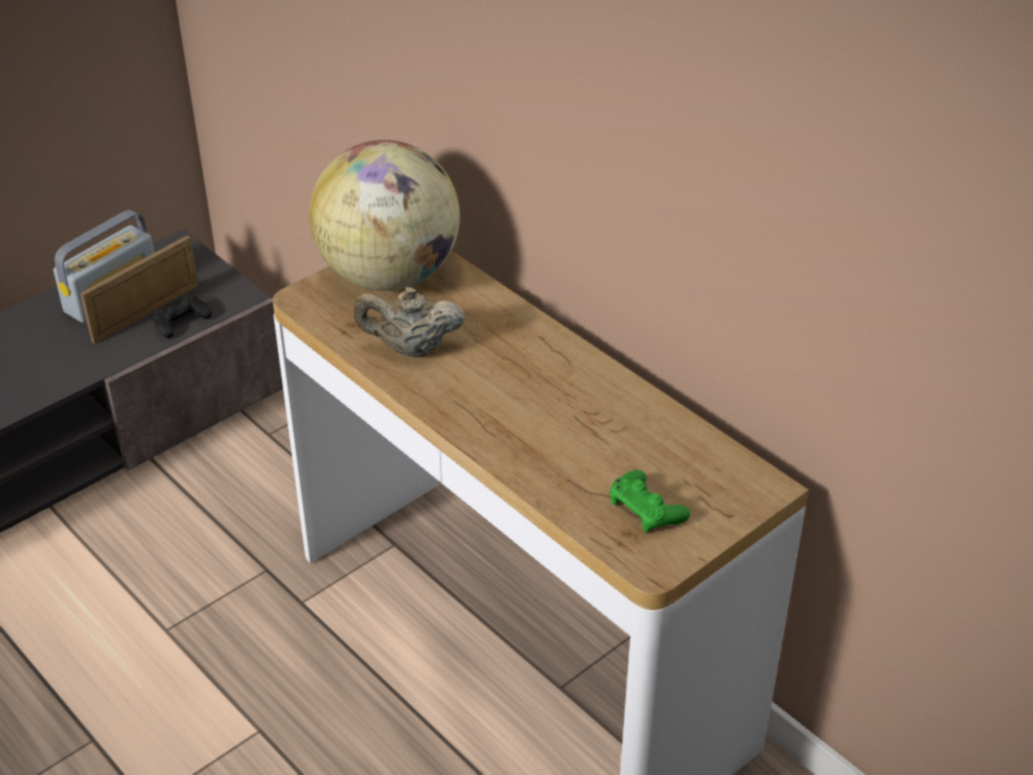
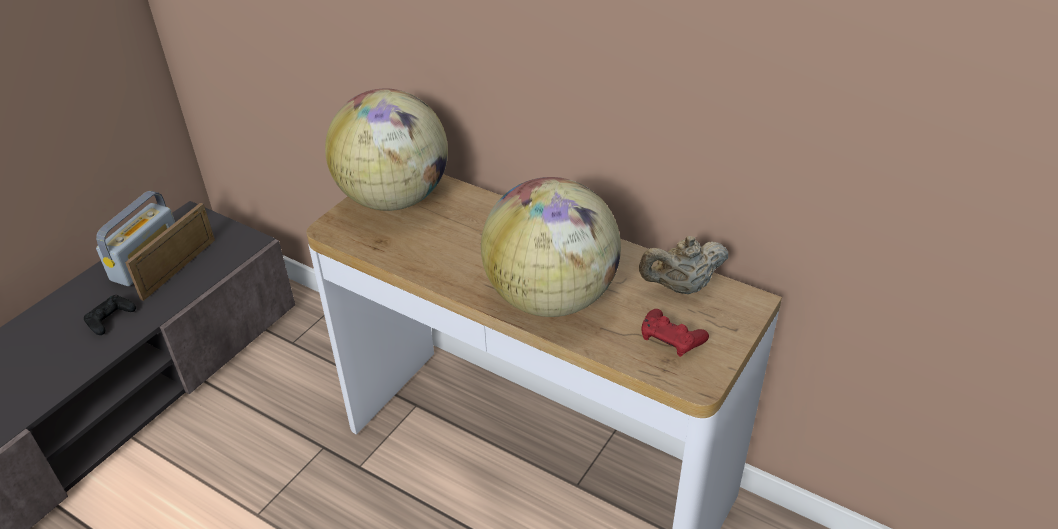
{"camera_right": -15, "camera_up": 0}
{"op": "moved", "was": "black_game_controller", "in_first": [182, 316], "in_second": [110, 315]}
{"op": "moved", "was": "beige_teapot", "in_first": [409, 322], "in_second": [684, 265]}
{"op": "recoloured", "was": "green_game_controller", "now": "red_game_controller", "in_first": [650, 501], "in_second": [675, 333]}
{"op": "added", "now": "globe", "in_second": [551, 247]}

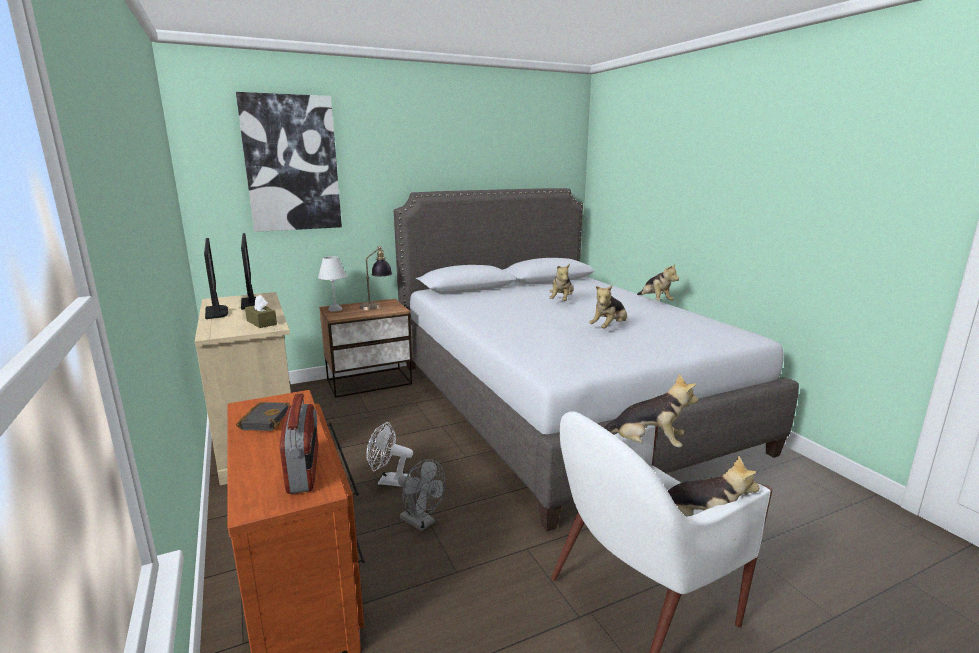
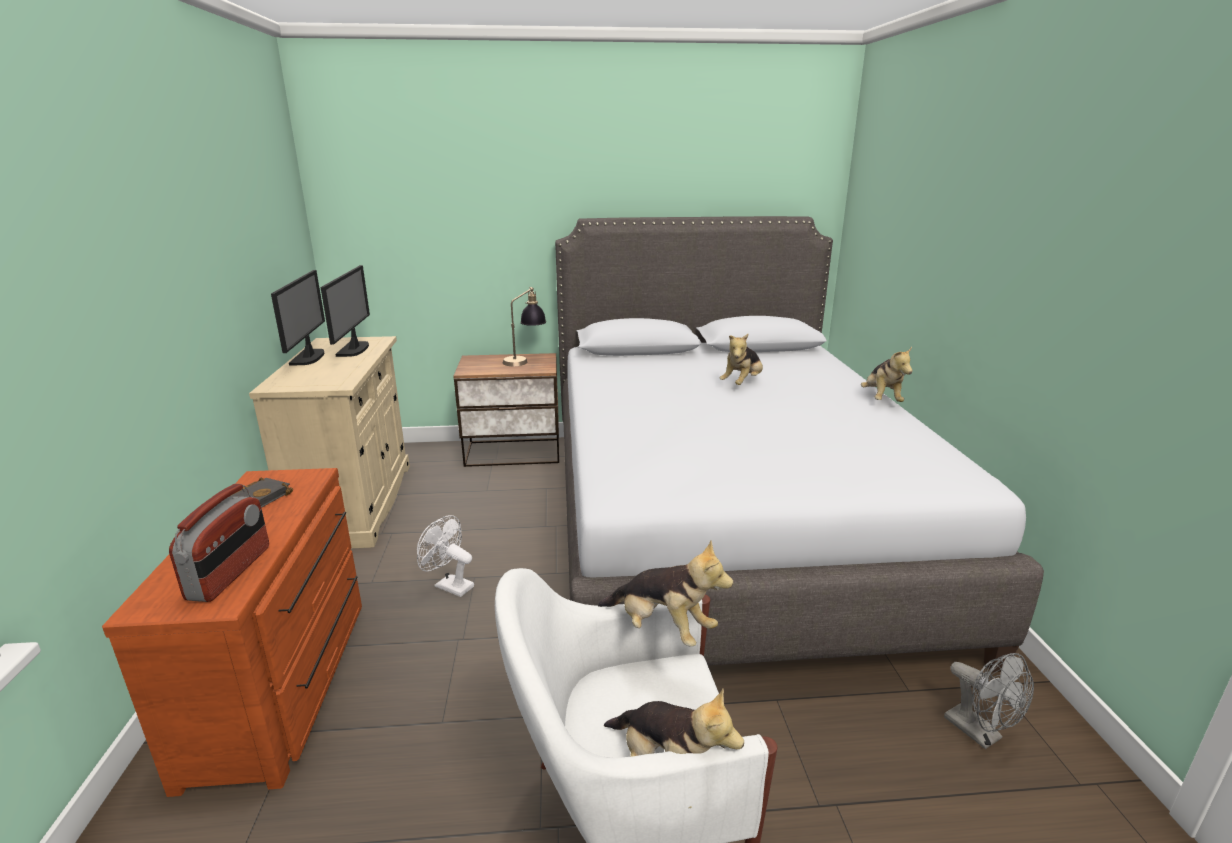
{"camera_right": 20, "camera_up": 5}
{"op": "removed", "was": "picture", "in_first": [289, 162]}
{"op": "removed", "was": "brown_tissue_box", "in_first": [261, 311]}
{"op": "removed", "was": "white_table_lamp", "in_first": [332, 284]}
{"op": "moved", "was": "grey_fan", "in_first": [421, 495], "in_second": [989, 701]}
{"op": "removed", "was": "plush_toy", "in_first": [608, 306]}

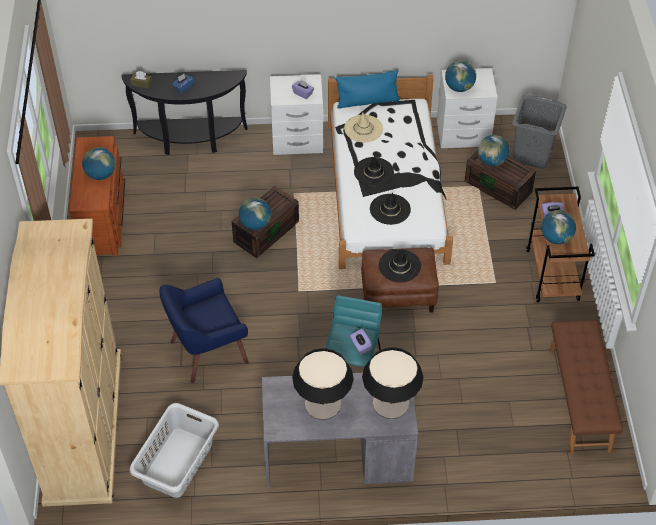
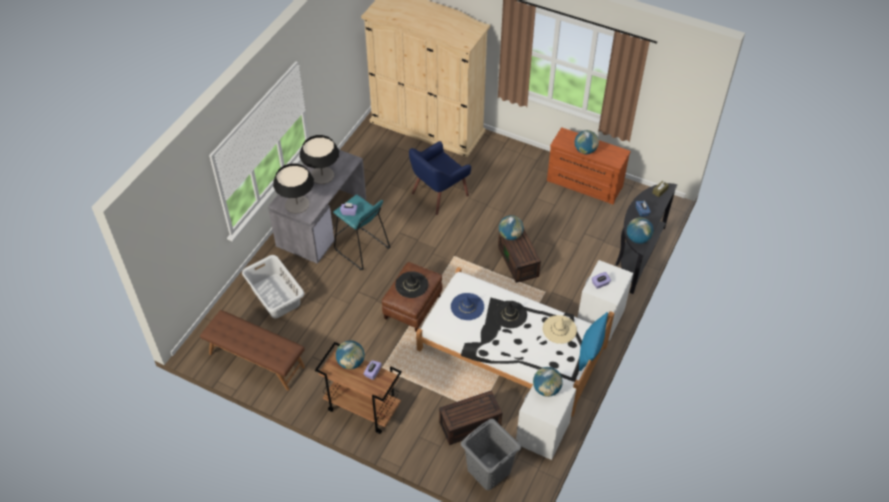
{"camera_right": 120, "camera_up": 0}
{"op": "moved", "was": "grey_laundry_basket", "in_first": [174, 450], "in_second": [273, 286]}
{"op": "turned", "was": "blue_armchair", "in_first": [204, 330], "in_second": [440, 178], "clockwise": -135}
{"op": "recoloured", "was": "black_hat", "now": "blue_hat", "in_first": [390, 209], "in_second": [467, 306]}
{"op": "moved", "was": "globe", "in_first": [493, 150], "in_second": [640, 230]}

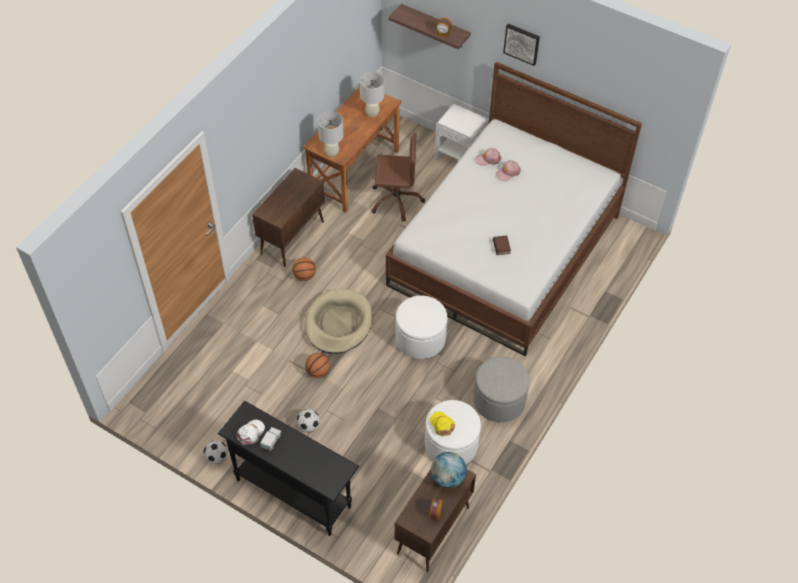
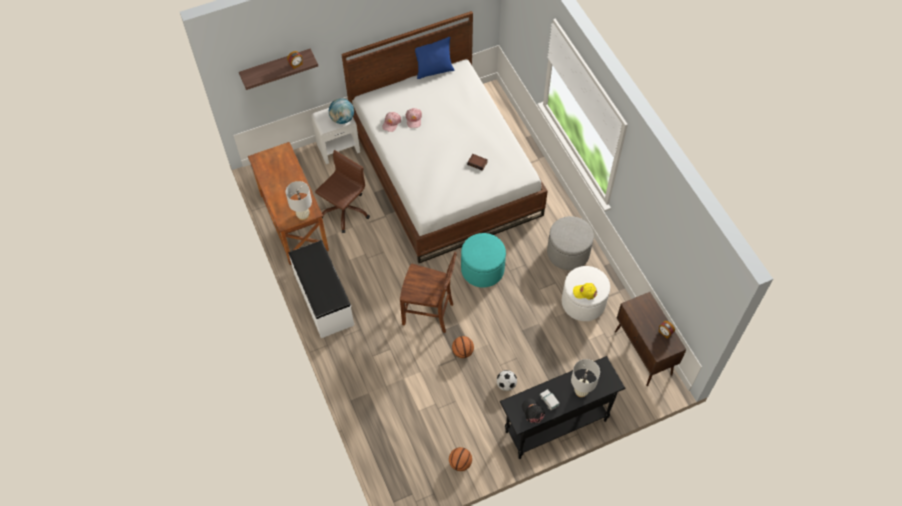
{"camera_right": -55, "camera_up": 5}
{"op": "removed", "was": "football", "in_first": [216, 452]}
{"op": "recoloured", "was": "white_cap", "now": "black_cap", "in_first": [250, 432], "in_second": [533, 411]}
{"op": "replaced", "was": "brown_cabinet", "now": "white_bench", "in_first": [288, 217], "in_second": [321, 289]}
{"op": "moved", "was": "basketball", "in_first": [304, 269], "in_second": [460, 459]}
{"op": "replaced", "was": "beige_dog_bed", "now": "brown_chair", "in_first": [338, 321], "in_second": [428, 292]}
{"op": "moved", "was": "white_table_lamp", "in_first": [372, 95], "in_second": [585, 378]}
{"op": "recoloured", "was": "white_ottoman", "now": "turquoise_ottoman", "in_first": [421, 327], "in_second": [483, 260]}
{"op": "moved", "was": "globe", "in_first": [449, 470], "in_second": [341, 111]}
{"op": "removed", "was": "picture", "in_first": [521, 45]}
{"op": "added", "now": "blue_pillow", "in_second": [434, 58]}

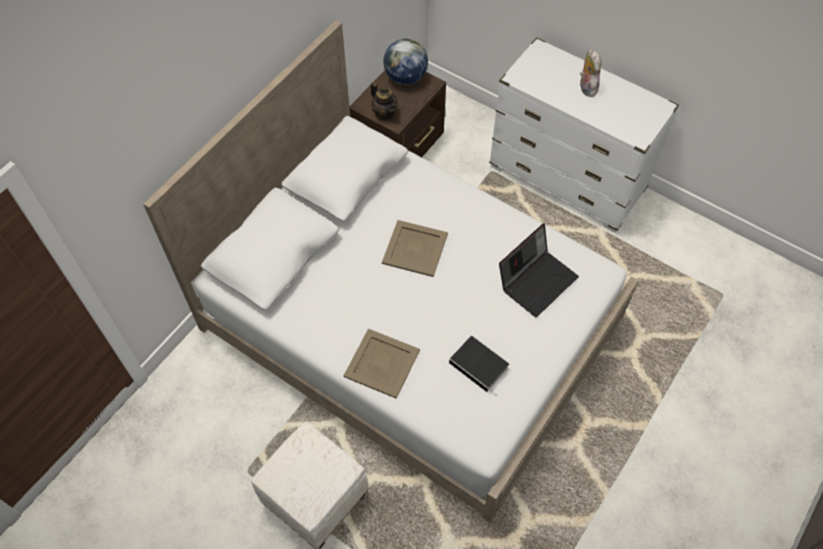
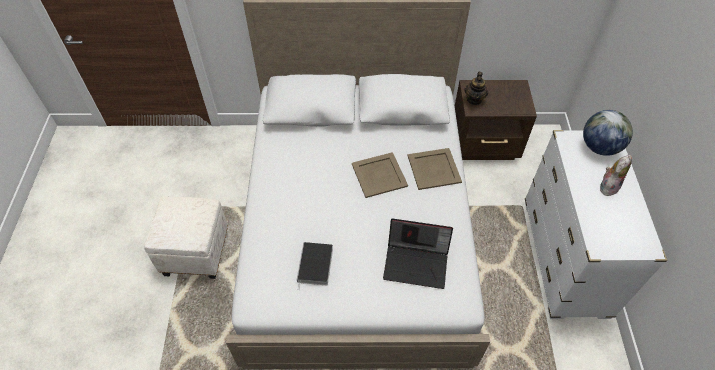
{"camera_right": 55, "camera_up": -5}
{"op": "moved", "was": "beige_tray", "in_first": [382, 364], "in_second": [434, 169]}
{"op": "moved", "was": "globe", "in_first": [405, 62], "in_second": [608, 133]}

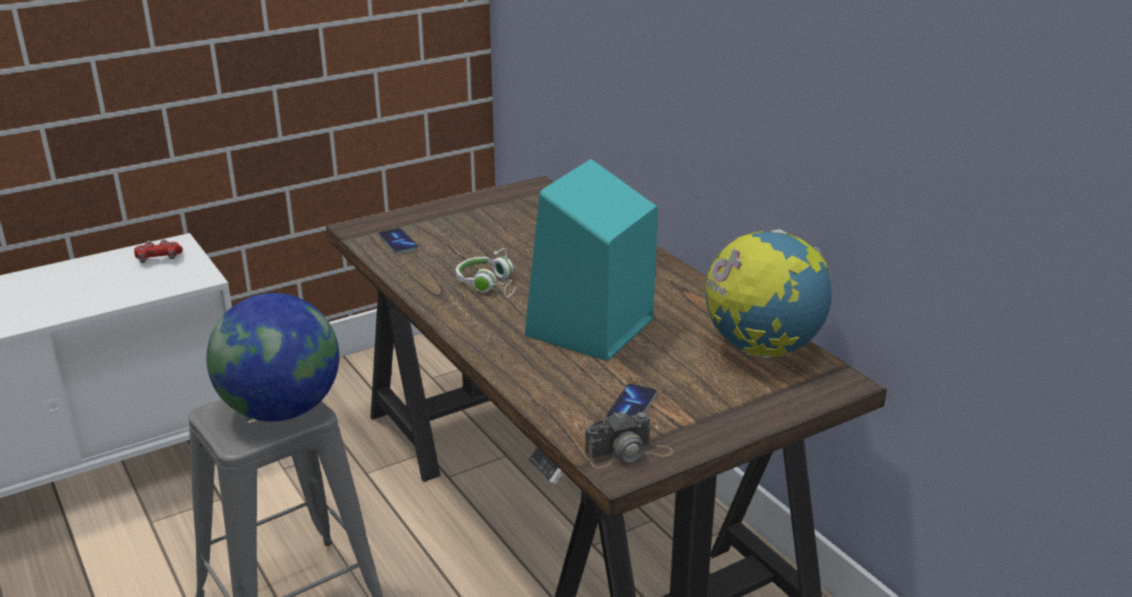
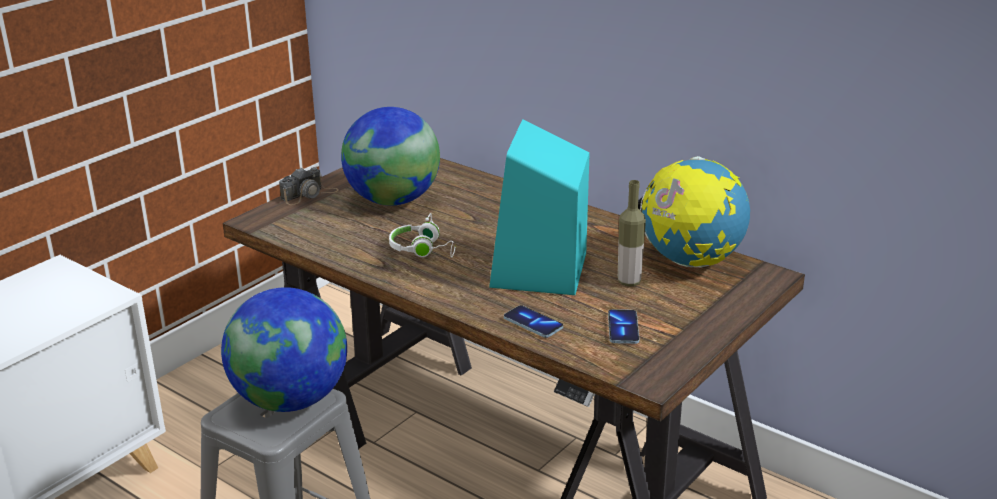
{"camera_right": -20, "camera_up": 0}
{"op": "removed", "was": "red_game_controller", "in_first": [158, 251]}
{"op": "moved", "was": "phone", "in_first": [398, 241], "in_second": [533, 321]}
{"op": "moved", "was": "photo_camera", "in_first": [629, 439], "in_second": [309, 186]}
{"op": "added", "now": "globe", "in_second": [390, 156]}
{"op": "added", "now": "bottle", "in_second": [632, 233]}

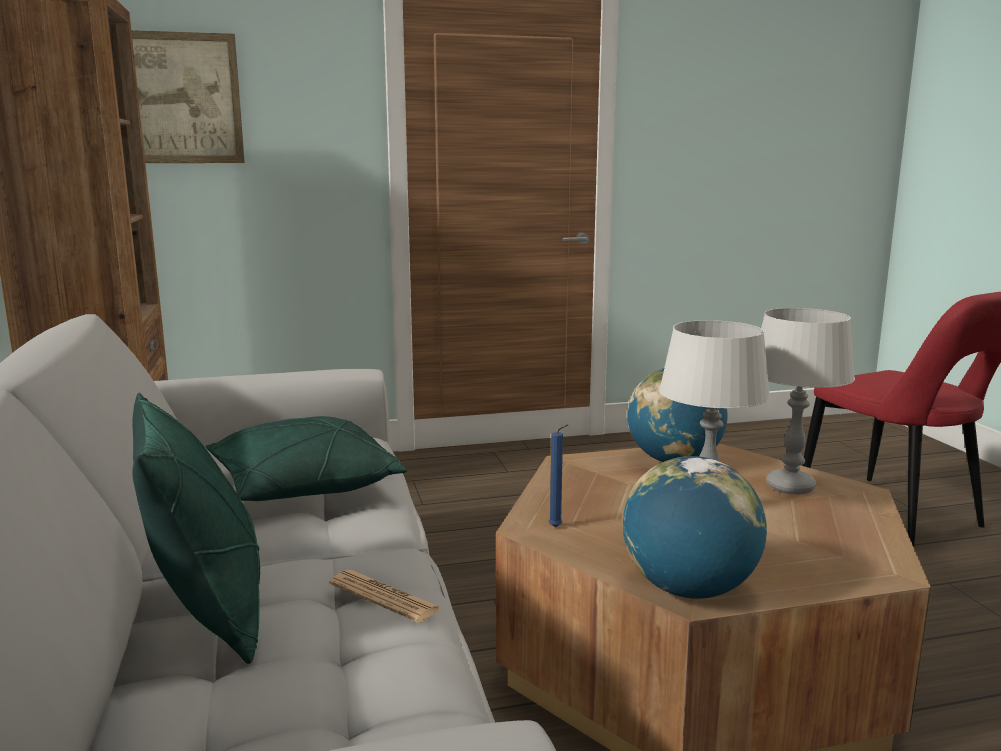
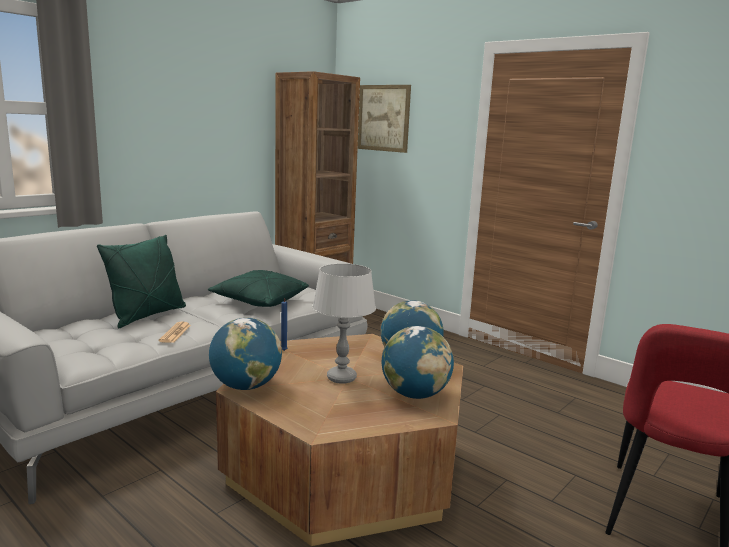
{"camera_right": 55, "camera_up": 0}
{"op": "replaced", "was": "grey_table_lamp", "now": "globe", "in_first": [808, 401], "in_second": [418, 362]}

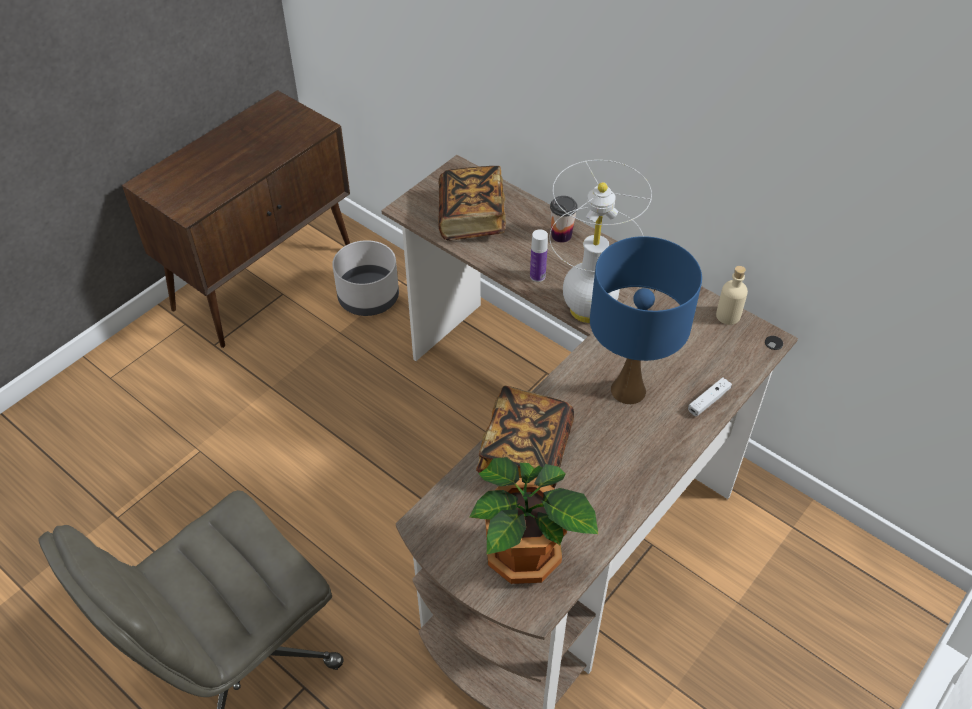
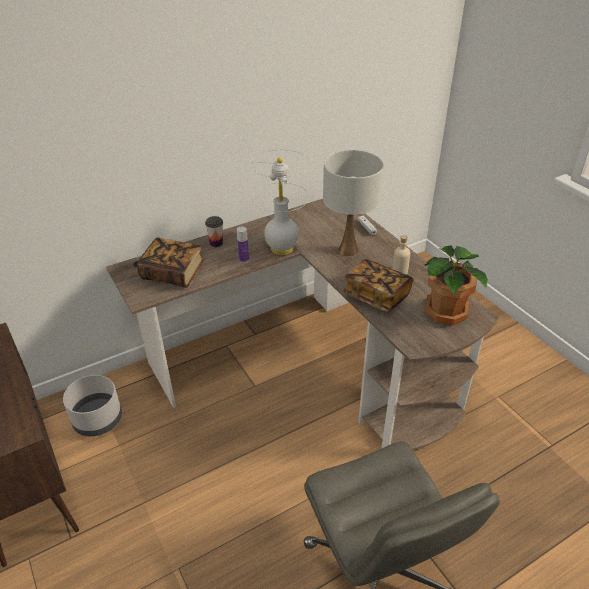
{"camera_right": -70, "camera_up": -10}
{"op": "recoloured", "was": "blue_table_lamp", "now": "white_table_lamp", "in_first": [646, 320], "in_second": [353, 203]}
{"op": "moved", "was": "beige_bottle", "in_first": [732, 295], "in_second": [401, 255]}

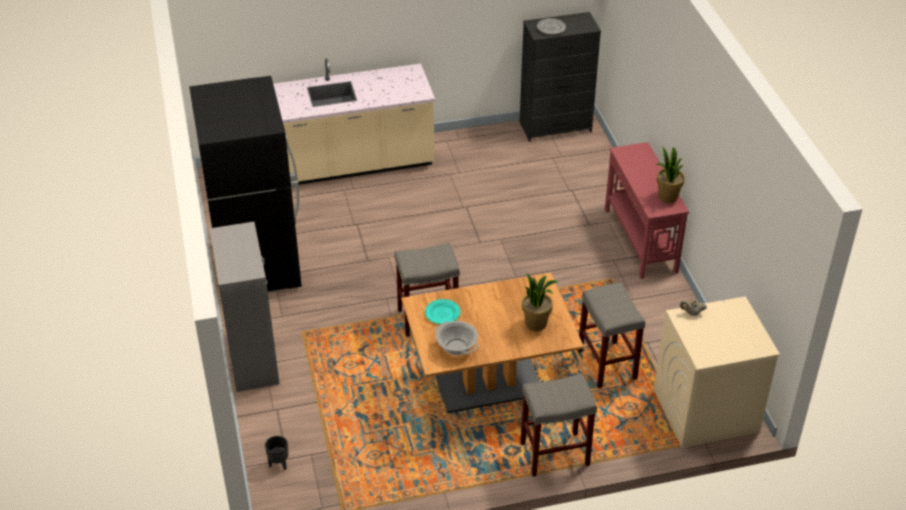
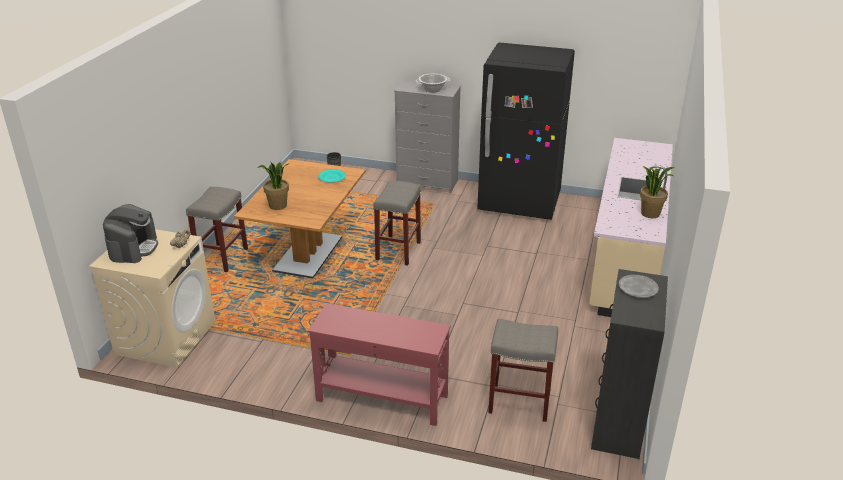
{"camera_right": 120, "camera_up": -10}
{"op": "moved", "was": "cooking_pot", "in_first": [457, 338], "in_second": [433, 83]}
{"op": "moved", "was": "grey_stool", "in_first": [611, 335], "in_second": [523, 370]}
{"op": "moved", "was": "potted_plant", "in_first": [670, 174], "in_second": [657, 192]}
{"op": "added", "now": "coffee_machine", "in_second": [130, 233]}

